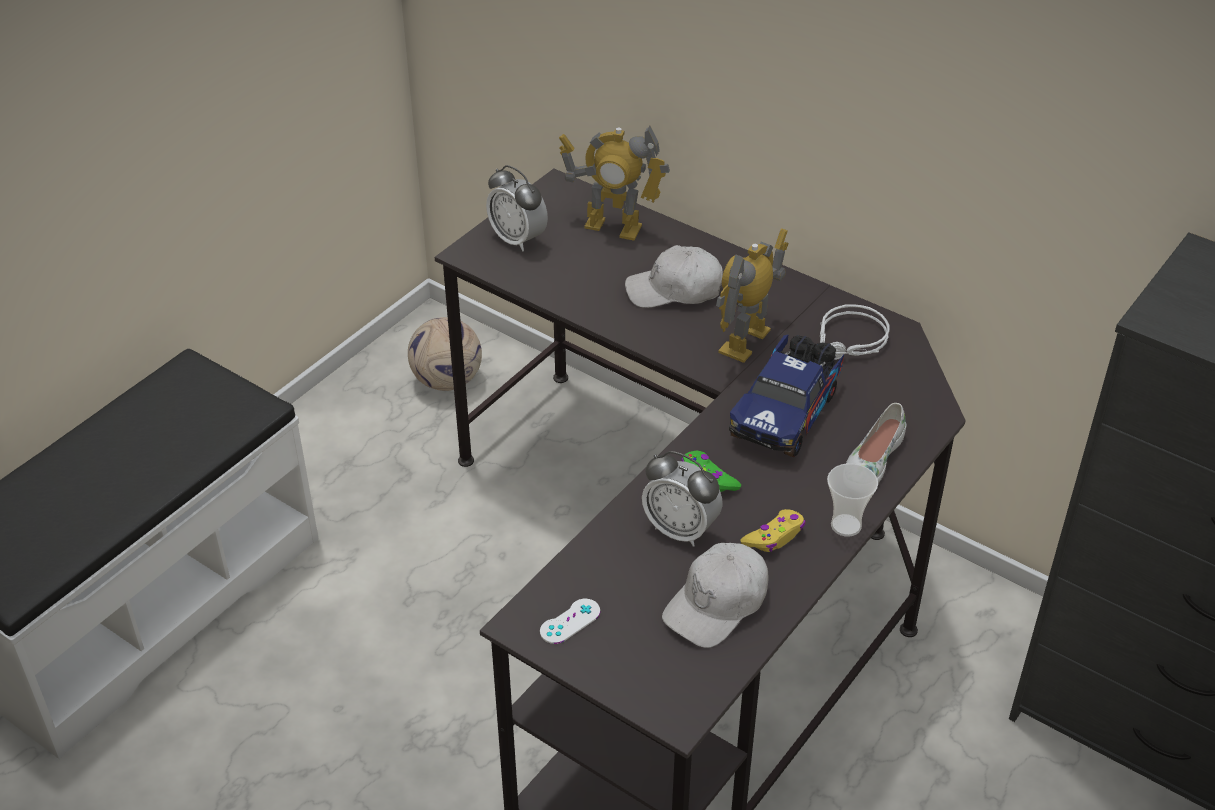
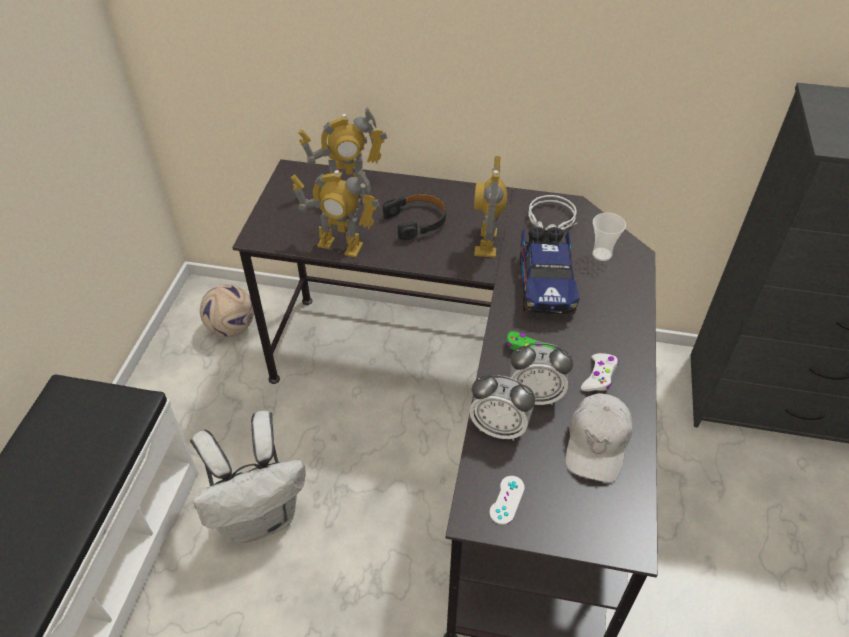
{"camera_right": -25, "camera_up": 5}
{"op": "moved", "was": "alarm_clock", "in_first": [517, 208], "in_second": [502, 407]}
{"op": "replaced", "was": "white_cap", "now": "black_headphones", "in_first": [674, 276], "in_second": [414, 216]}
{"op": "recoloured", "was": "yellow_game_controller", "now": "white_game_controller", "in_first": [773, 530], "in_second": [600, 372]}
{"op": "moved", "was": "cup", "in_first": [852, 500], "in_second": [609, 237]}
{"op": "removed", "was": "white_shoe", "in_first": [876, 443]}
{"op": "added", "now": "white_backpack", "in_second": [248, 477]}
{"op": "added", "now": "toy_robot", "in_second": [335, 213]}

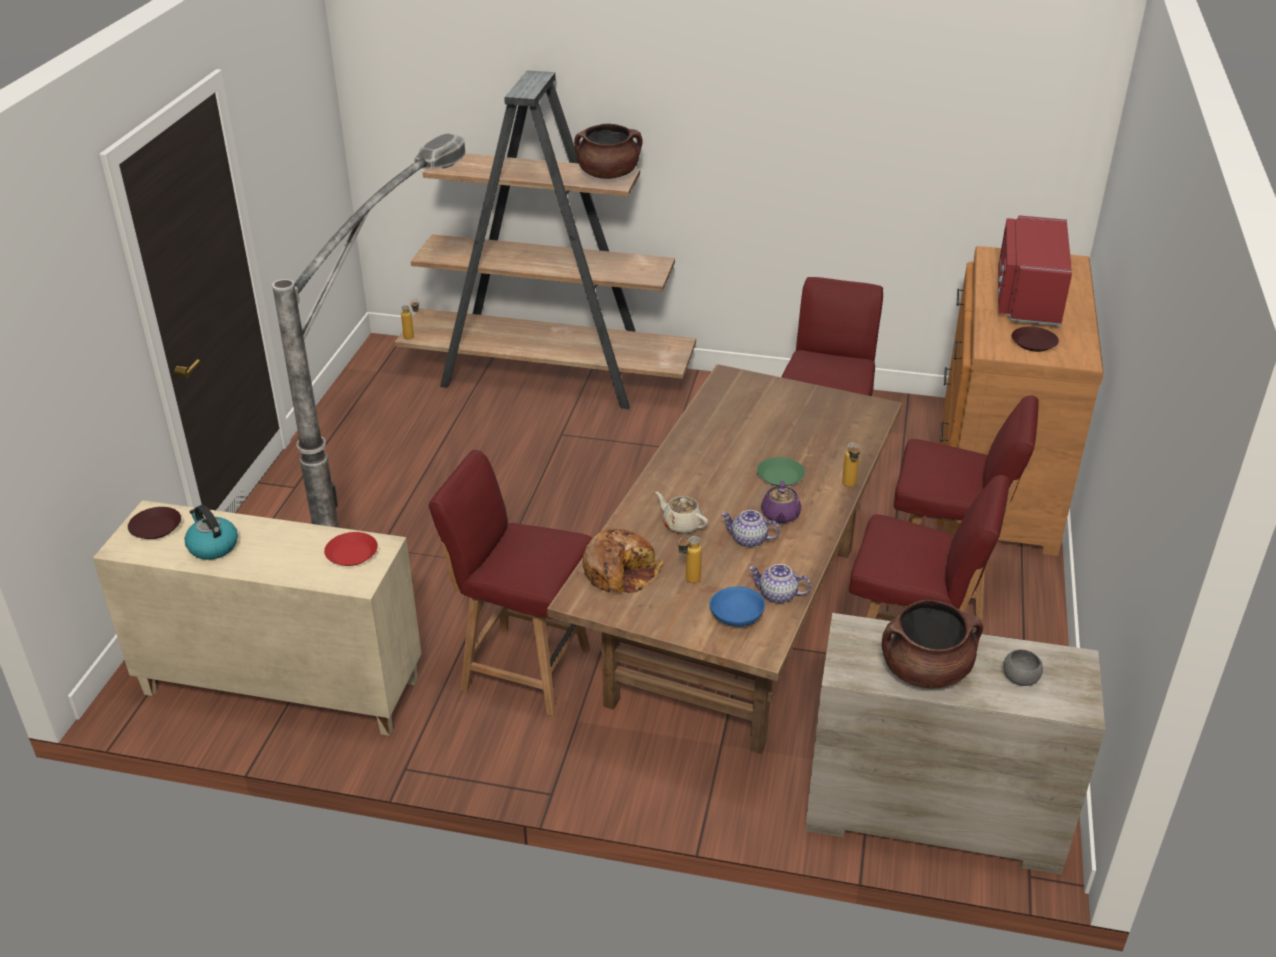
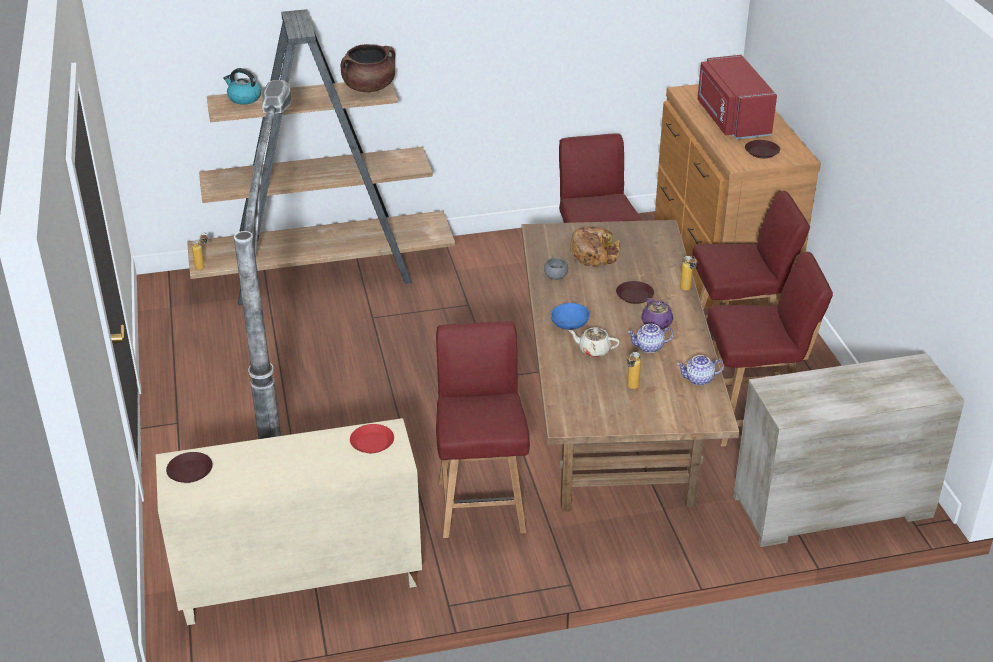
{"camera_right": -25, "camera_up": 0}
{"op": "moved", "was": "kettle", "in_first": [211, 532], "in_second": [242, 86]}
{"op": "turned", "was": "red_chair", "in_first": [510, 583], "in_second": [483, 429], "clockwise": 90}
{"op": "moved", "was": "bread", "in_first": [623, 561], "in_second": [595, 246]}
{"op": "moved", "was": "blue_bowl", "in_first": [737, 606], "in_second": [570, 316]}
{"op": "recoloured", "was": "green_plate", "now": "brown_plate", "in_first": [781, 471], "in_second": [635, 292]}
{"op": "removed", "was": "brown_cooking_pot", "in_first": [932, 644]}
{"op": "moved", "was": "grey_bowl", "in_first": [1023, 667], "in_second": [556, 269]}

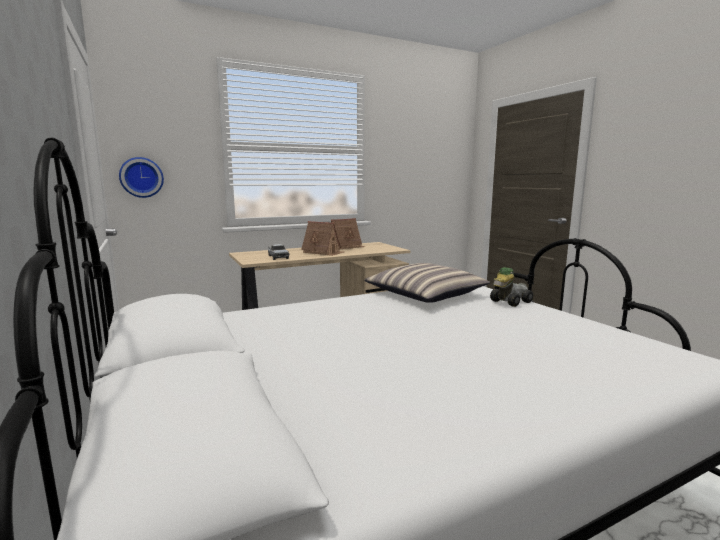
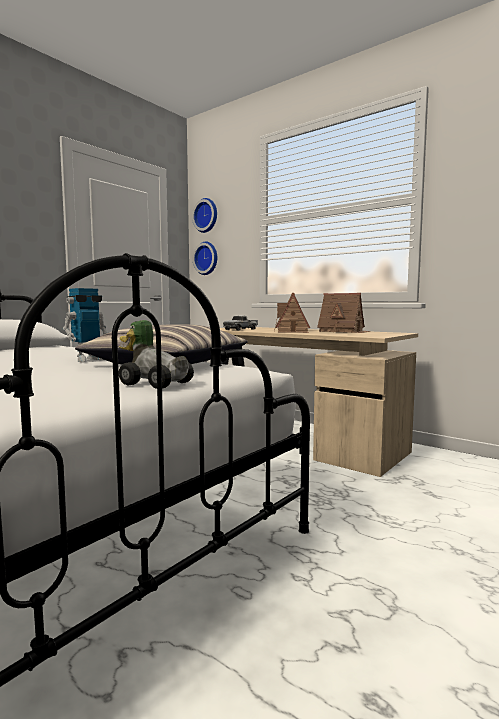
{"camera_right": 65, "camera_up": -5}
{"op": "added", "now": "toy_robot", "in_second": [85, 325]}
{"op": "added", "now": "wall_clock", "in_second": [204, 215]}

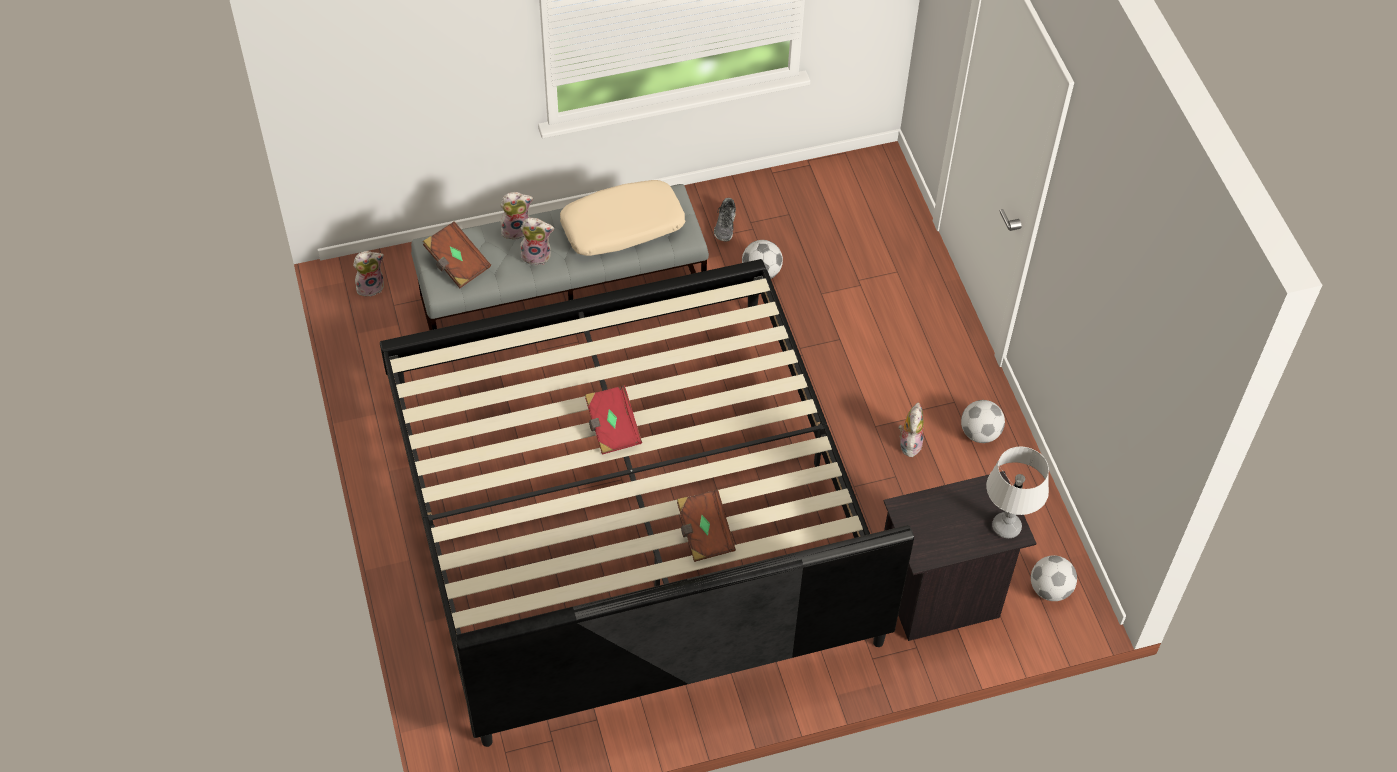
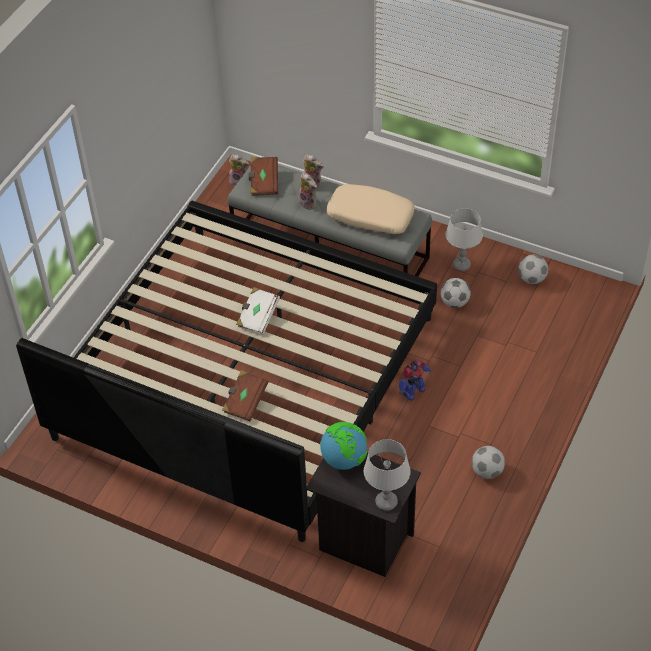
{"camera_right": 45, "camera_up": -5}
{"op": "recoloured", "was": "red_book", "now": "white_book", "in_first": [613, 420], "in_second": [258, 311]}
{"op": "replaced", "was": "shoe", "now": "grey_table_lamp", "in_first": [725, 219], "in_second": [464, 240]}
{"op": "removed", "was": "plush_toy", "in_first": [911, 430]}
{"op": "moved", "was": "football", "in_first": [1054, 578], "in_second": [533, 269]}
{"op": "added", "now": "globe", "in_second": [343, 446]}
{"op": "added", "now": "toy_robot", "in_second": [415, 380]}

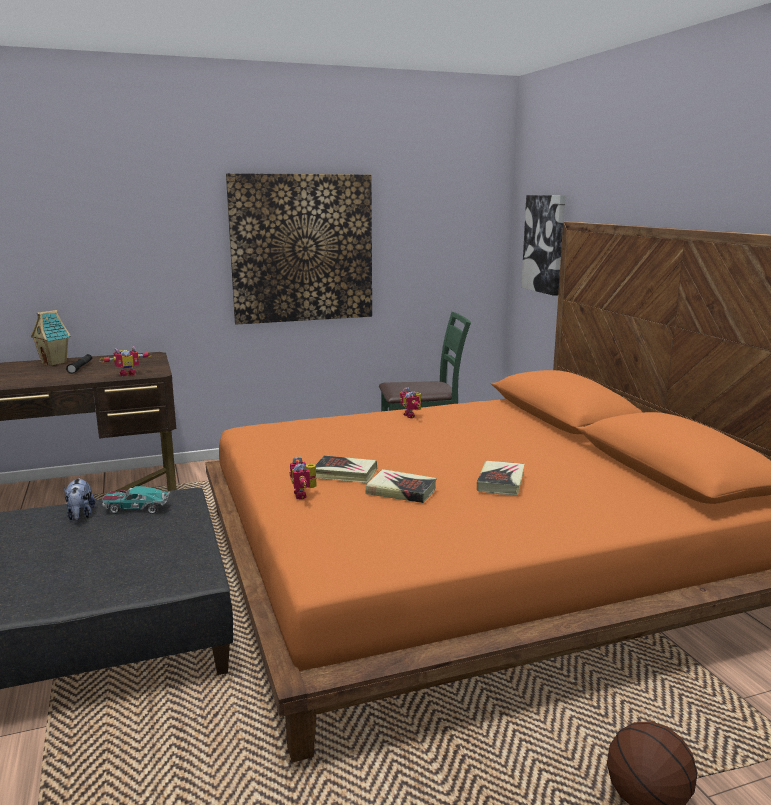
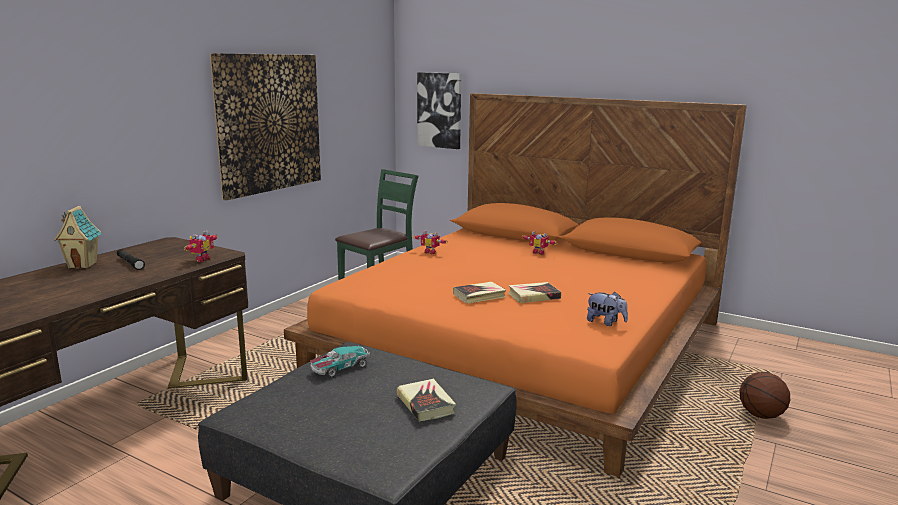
{"camera_right": -40, "camera_up": 0}
{"op": "moved", "was": "plush_toy", "in_first": [80, 498], "in_second": [607, 309]}
{"op": "moved", "was": "toy_robot", "in_first": [303, 477], "in_second": [539, 243]}
{"op": "moved", "was": "book", "in_first": [501, 478], "in_second": [426, 400]}

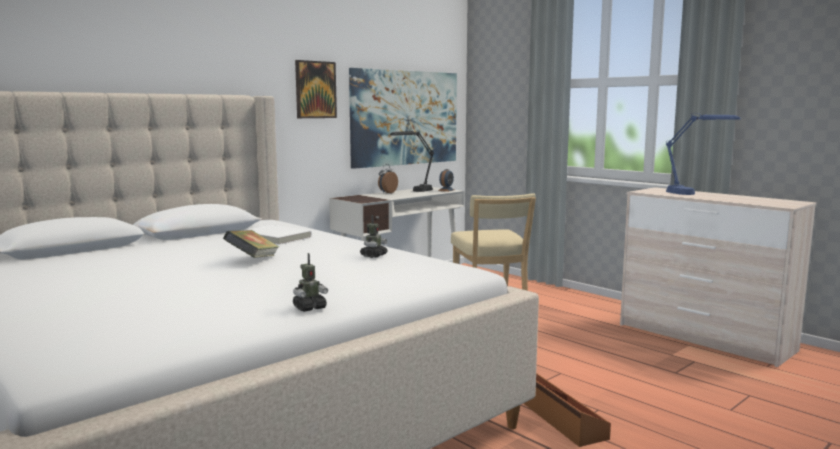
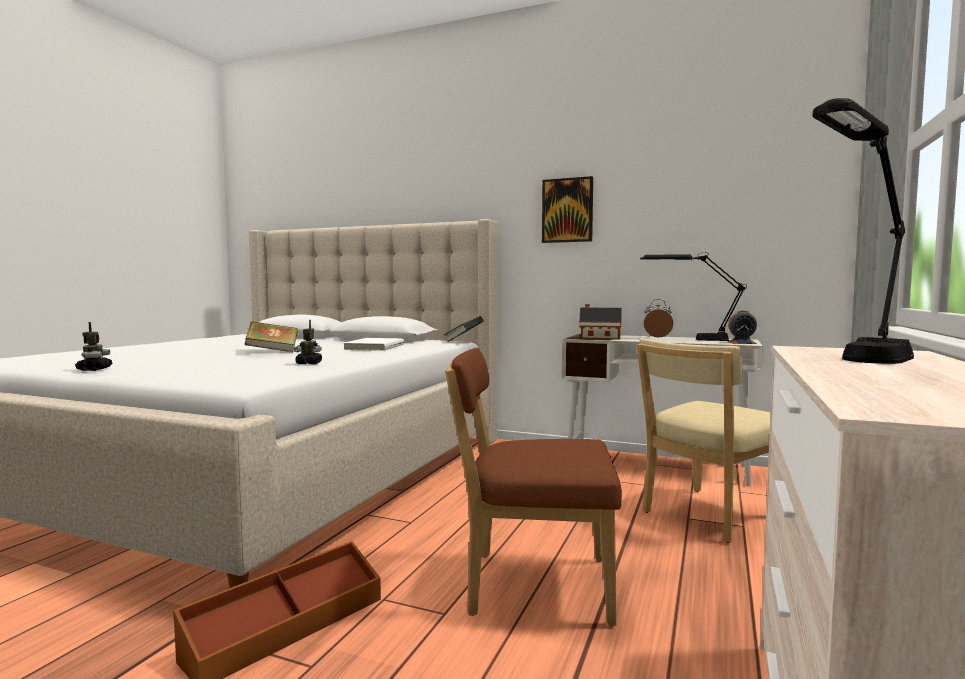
{"camera_right": 65, "camera_up": -5}
{"op": "turned", "was": "toy_robot", "in_first": [310, 282], "in_second": [93, 346], "clockwise": -135}
{"op": "removed", "was": "picture", "in_first": [403, 118]}
{"op": "recoloured", "was": "blue_table_lamp", "now": "black_table_lamp", "in_first": [703, 154], "in_second": [863, 231]}
{"op": "added", "now": "book", "in_second": [464, 329]}
{"op": "added", "now": "brown_chair", "in_second": [533, 487]}
{"op": "added", "now": "toy_house", "in_second": [600, 322]}

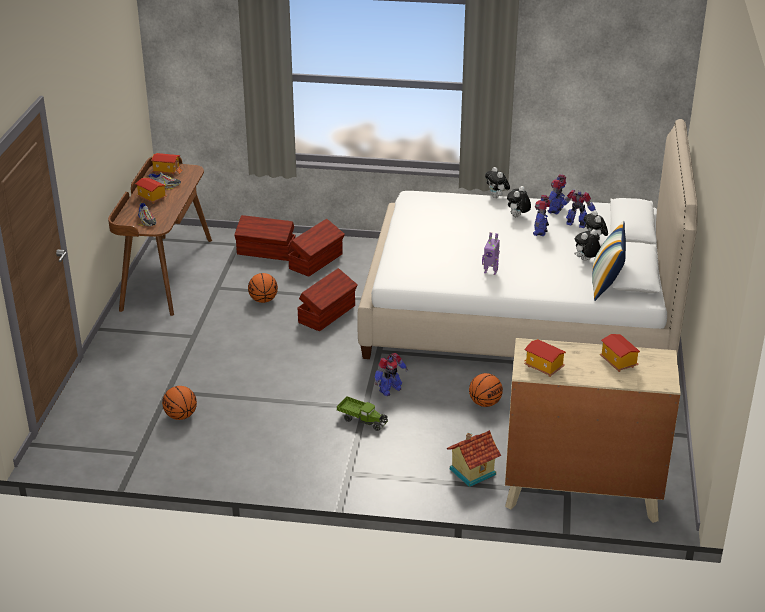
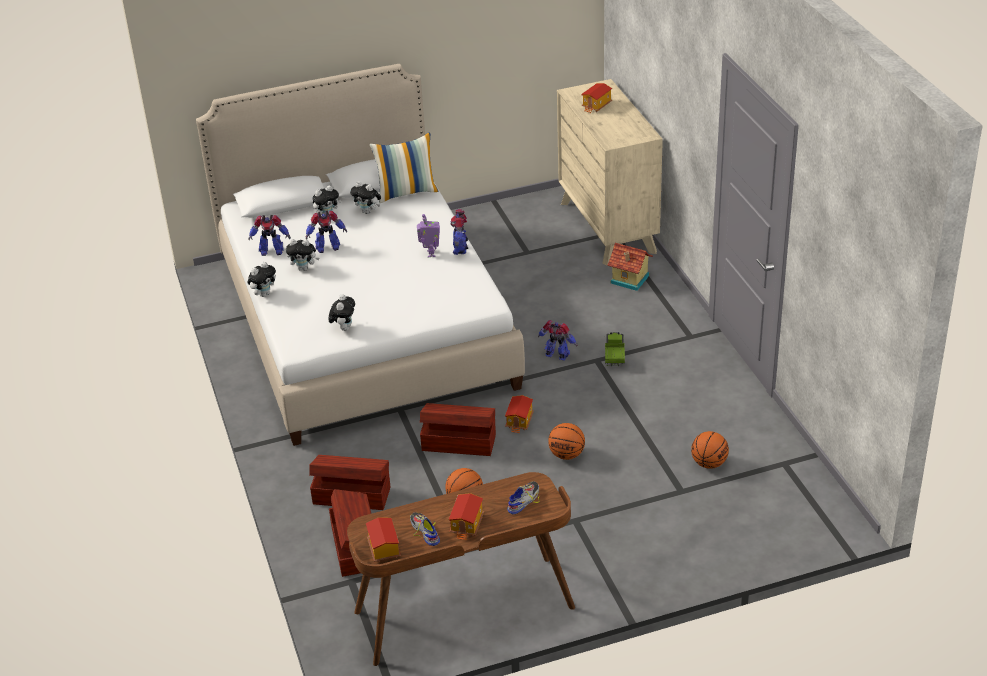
{"camera_right": -115, "camera_up": 5}
{"op": "moved", "was": "basketball", "in_first": [486, 390], "in_second": [566, 441]}
{"op": "moved", "was": "toy_house", "in_first": [545, 358], "in_second": [519, 414]}
{"op": "moved", "was": "toy_robot", "in_first": [578, 209], "in_second": [459, 232]}
{"op": "added", "now": "plush_toy", "in_second": [341, 312]}

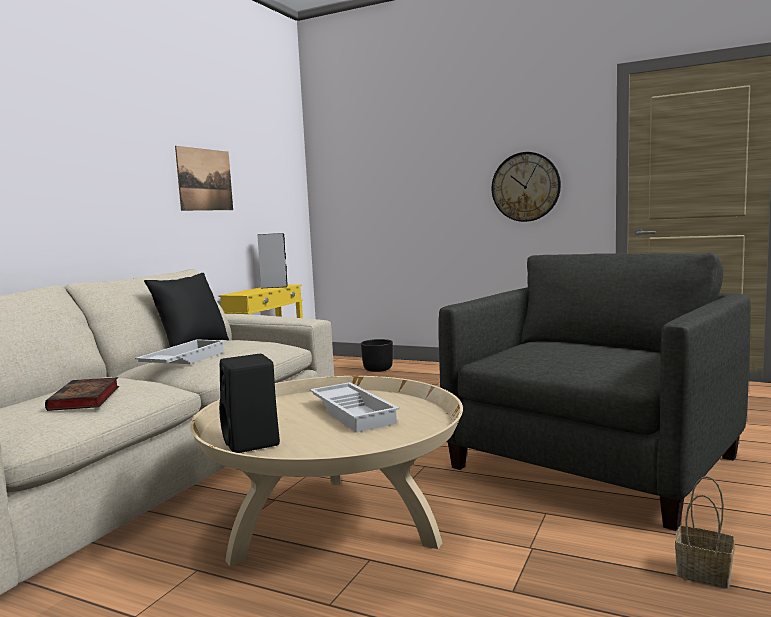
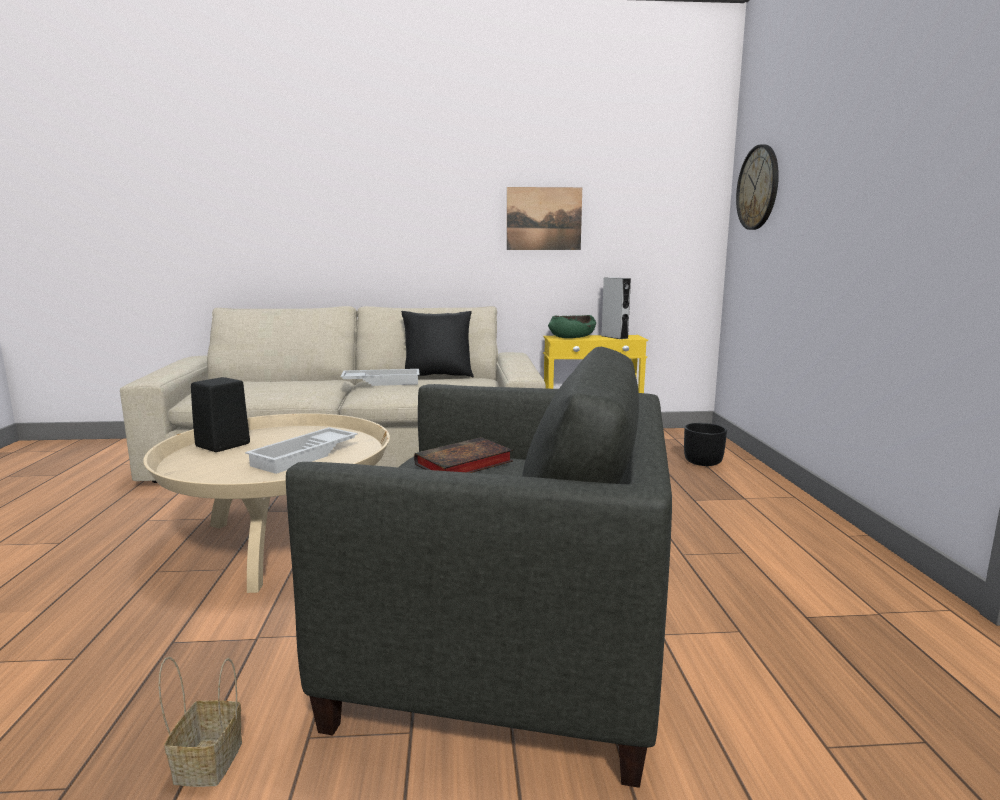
{"camera_right": 60, "camera_up": 5}
{"op": "moved", "was": "book", "in_first": [82, 394], "in_second": [463, 455]}
{"op": "moved", "was": "wall_clock", "in_first": [526, 187], "in_second": [757, 187]}
{"op": "added", "now": "green_bowl", "in_second": [572, 326]}

